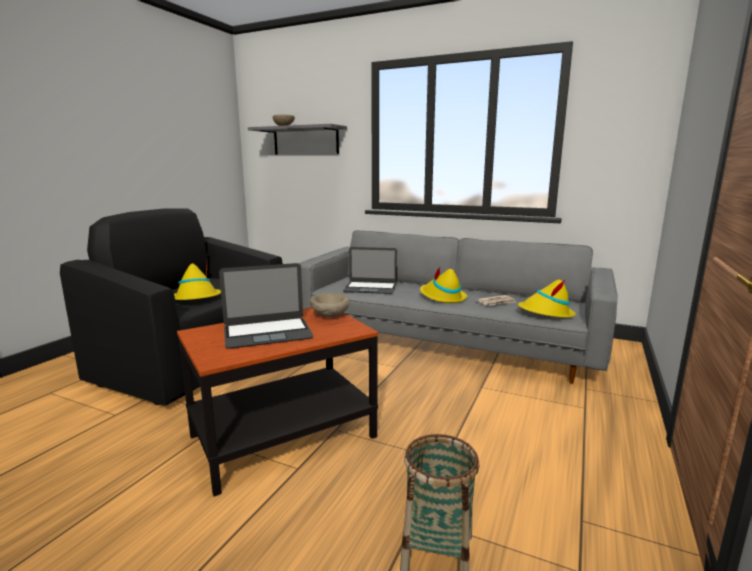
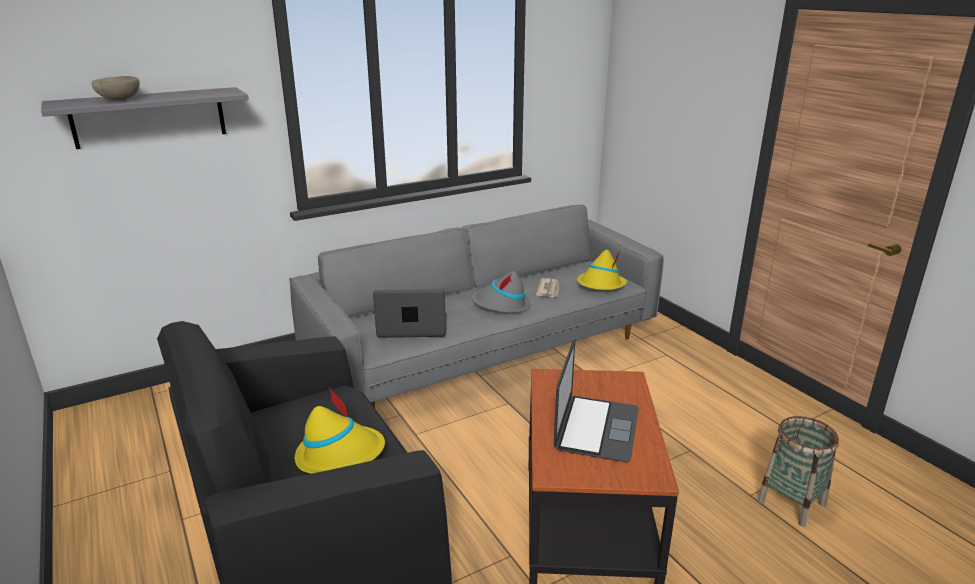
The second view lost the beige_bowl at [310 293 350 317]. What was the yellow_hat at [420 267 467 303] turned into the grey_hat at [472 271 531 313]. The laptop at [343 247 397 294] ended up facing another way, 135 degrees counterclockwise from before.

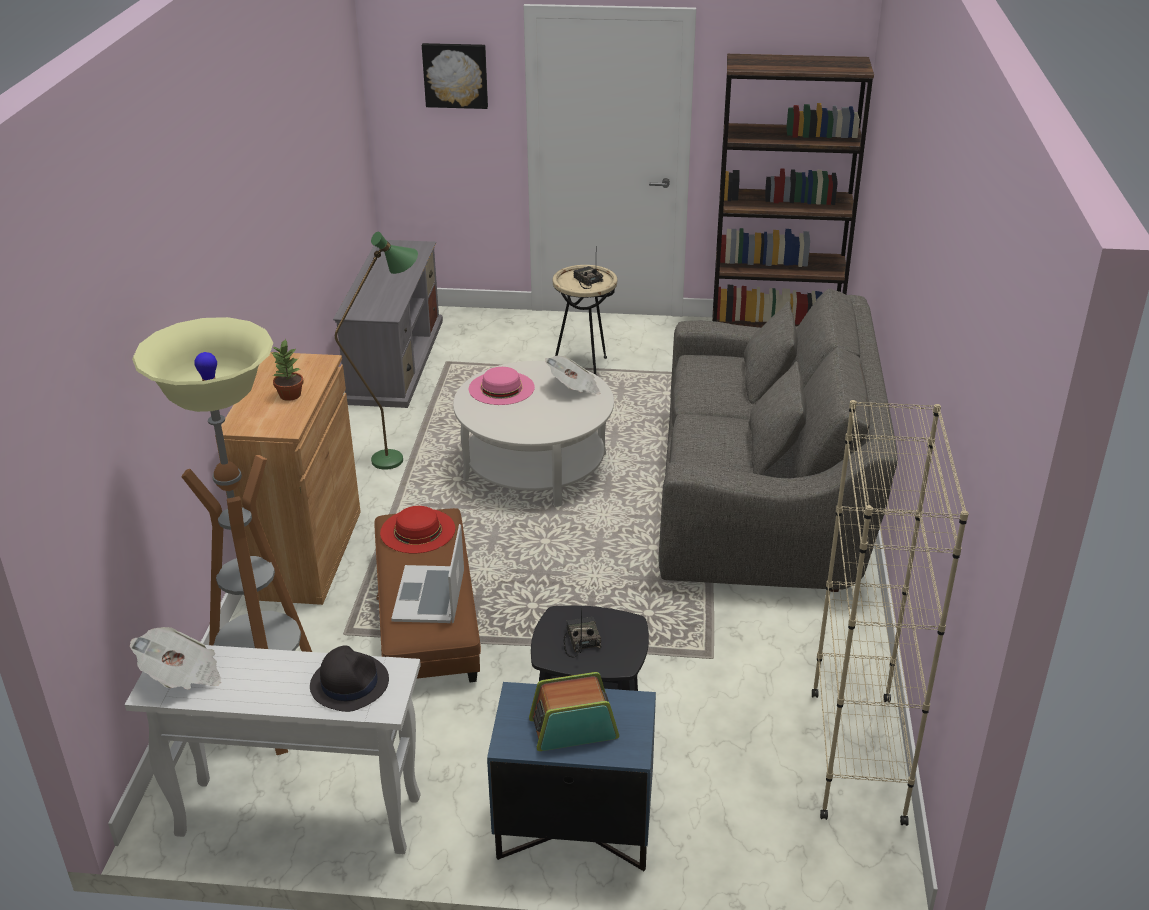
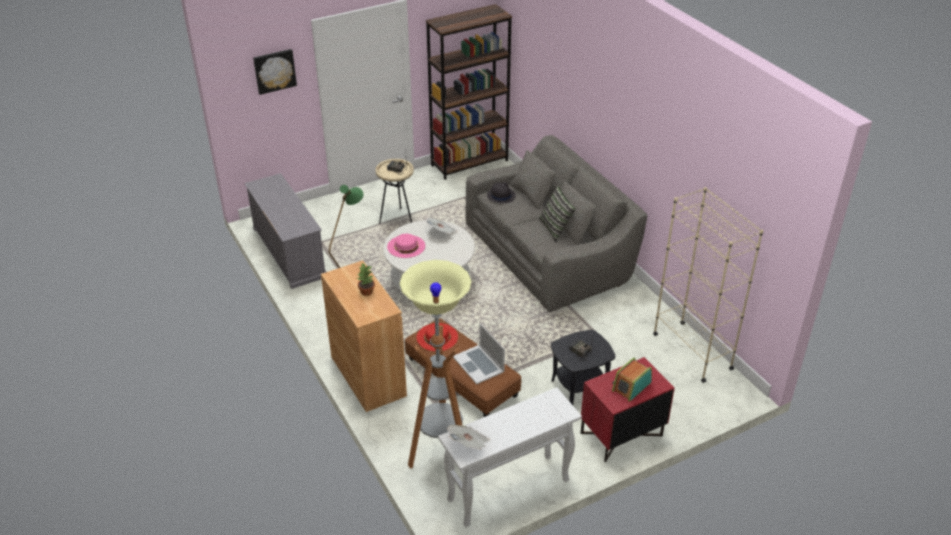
The second view gained the pillow at [539 187 576 242]. The black_hat ended up elsewhere, having gone from [310 645 389 712] to [487 182 516 203]. What was the blue_nightstand at [487 682 656 871] turned into the red_nightstand at [581 357 675 462].

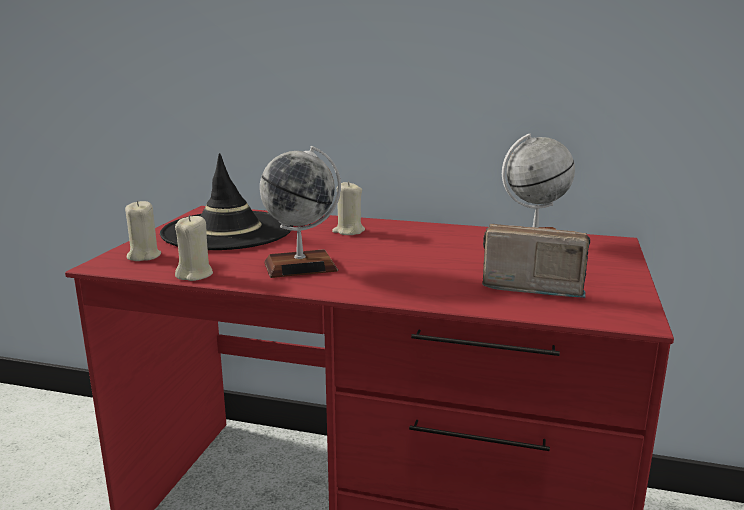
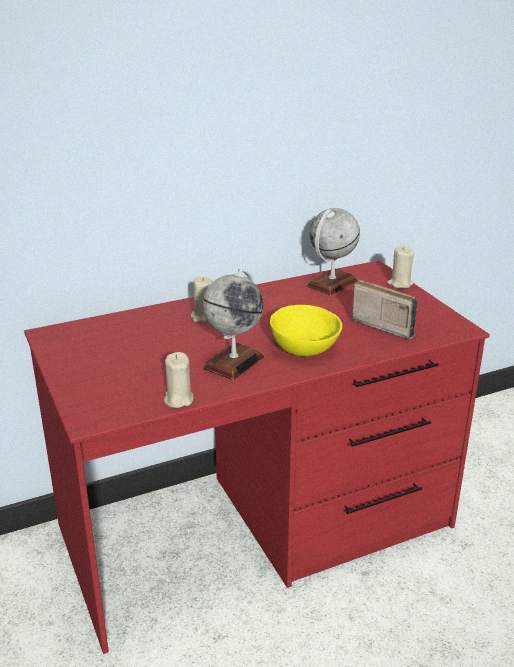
The second view lost the black_hat at [160 153 293 250]. The second view gained the yellow_bowl at [270 305 342 356]. The beige_candle ended up elsewhere, having gone from [125 201 161 261] to [387 246 414 289]. The radio at [482 224 590 298] ended up facing another way, 60 degrees clockwise from before.

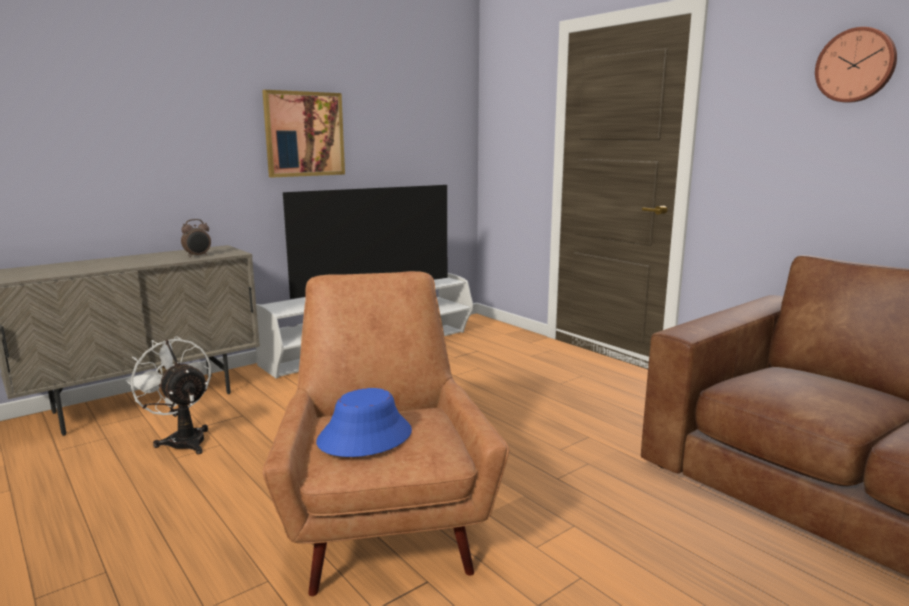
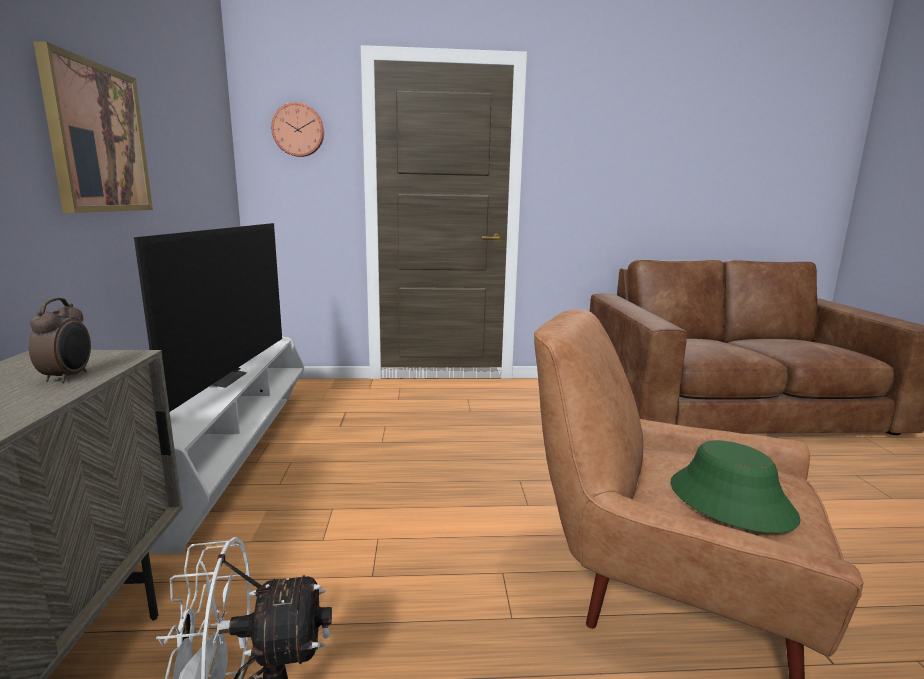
The wall_clock ended up elsewhere, having gone from [815 27 897 103] to [271 102 324 157]. What was the blue_hat at [316 388 412 457] turned into the green_hat at [670 440 801 533].

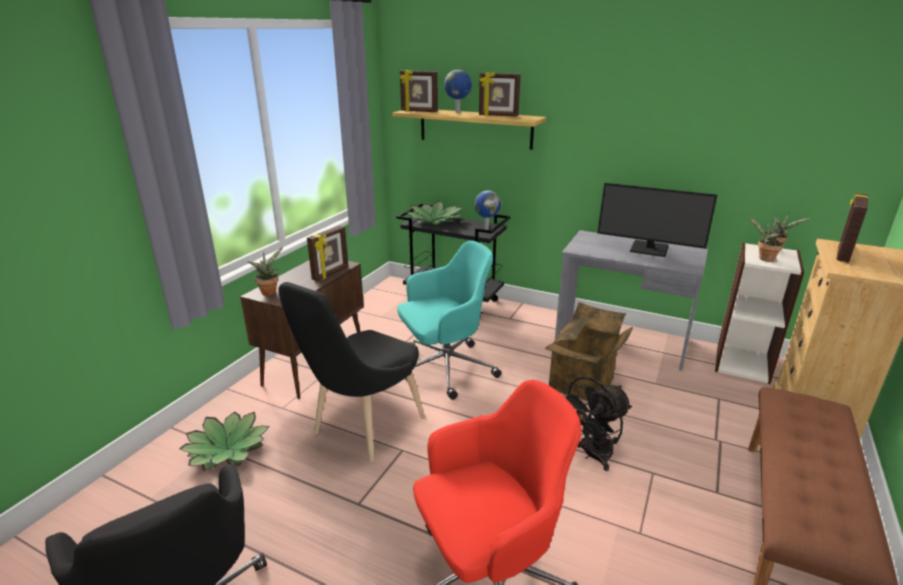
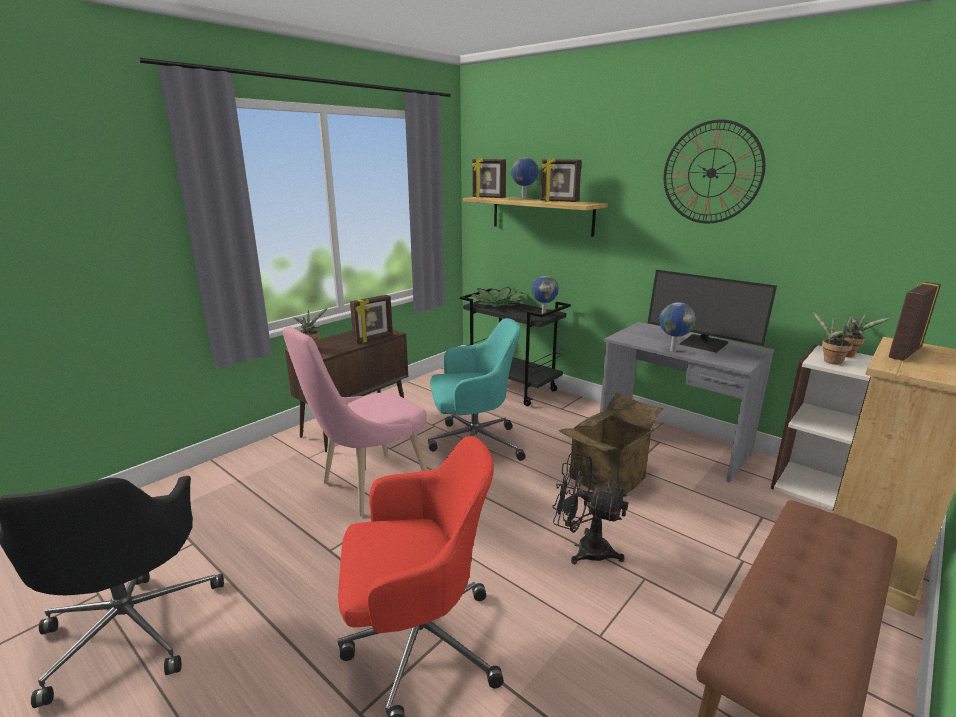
The second view lost the potted_plant at [179 412 270 471]. The second view gained the globe at [659 302 696 352]. The second view gained the wall_clock at [664 120 766 223]. What was the black_chair at [278 282 425 462] turned into the pink_chair at [283 327 427 516]. The black_fan at [563 377 632 471] ended up facing another way, 45 degrees clockwise from before.

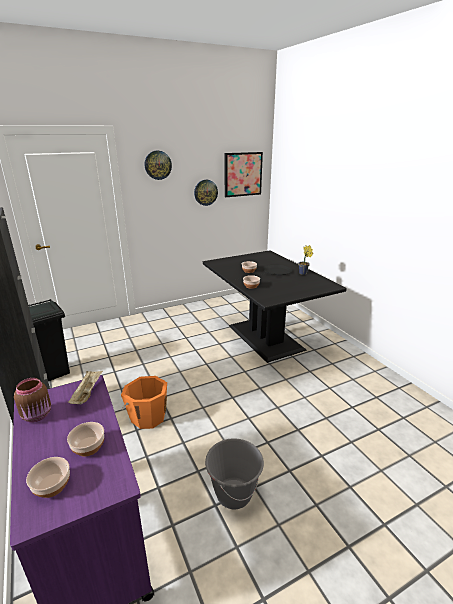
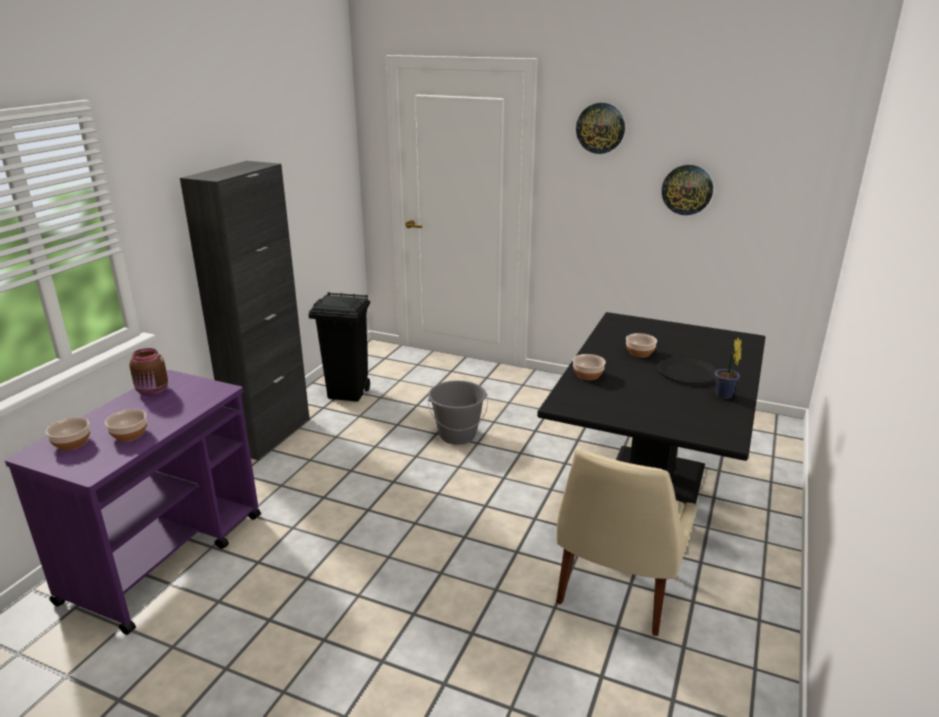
The second view lost the beige_tray at [68 371 103 404]. The second view lost the orange_bucket at [121 376 167 429]. The second view lost the picture at [225 152 263 197]. The second view gained the beige_chair at [556 449 697 636]. The grey_bucket ended up elsewhere, having gone from [205 438 264 509] to [428 381 488 445].

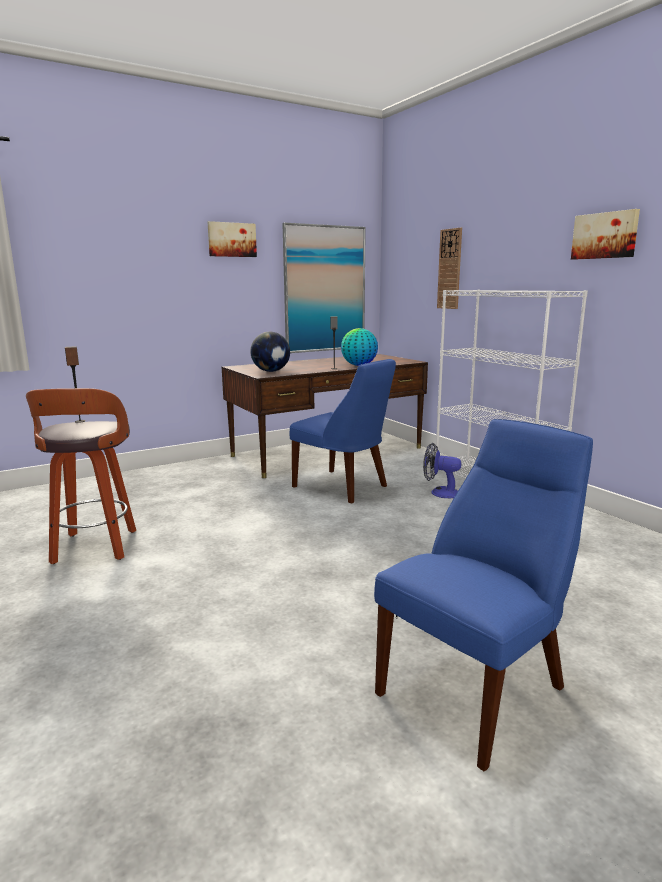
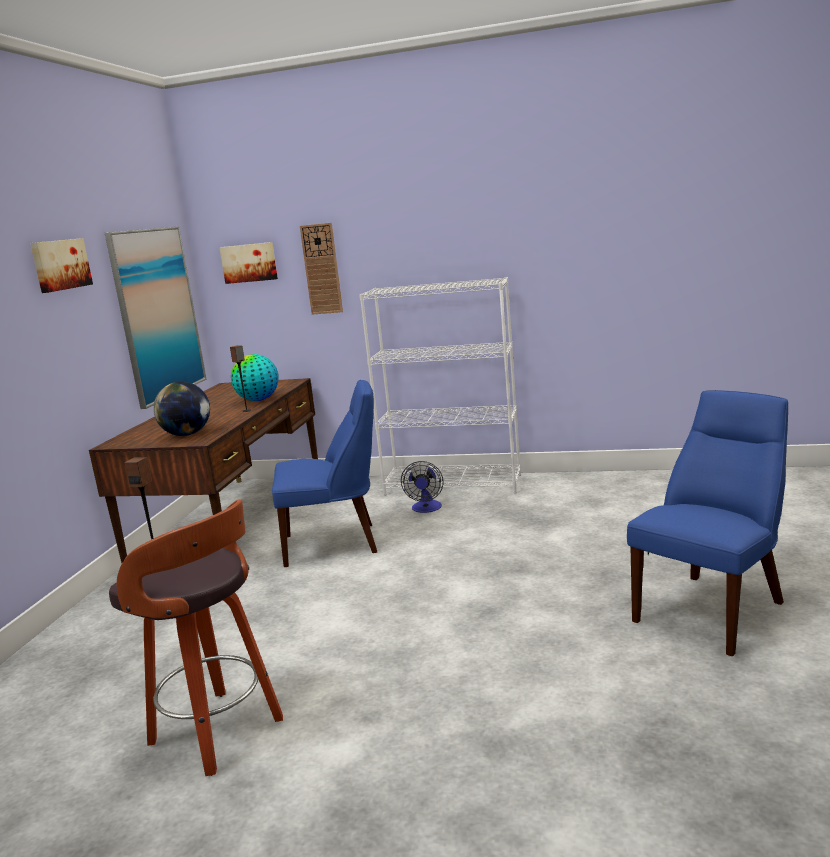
The picture ended up elsewhere, having gone from [571 209 640 260] to [219 242 278 284]. The blue_chair at [374 419 593 772] ended up facing another way, 45 degrees clockwise from before. The fan at [423 443 462 498] ended up facing another way, 60 degrees counterclockwise from before.

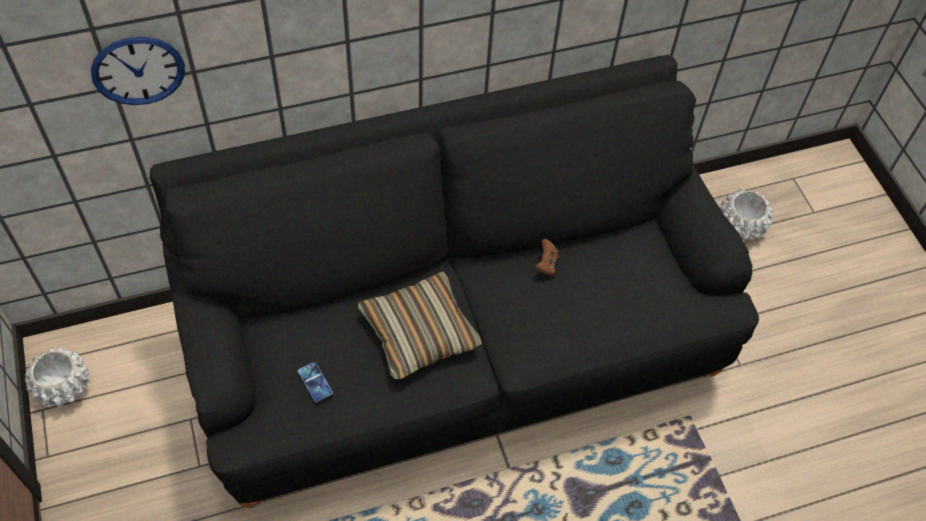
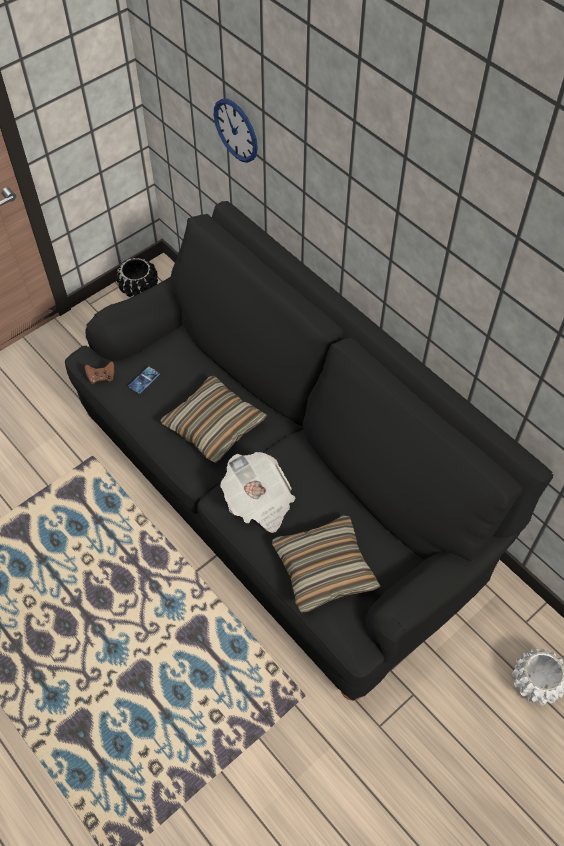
The second view gained the newspaper at [221 452 295 533]. The second view gained the pillow at [272 516 380 613]. The brown_game_controller ended up elsewhere, having gone from [535 239 560 276] to [85 361 114 384]. What was the white_planter at [25 348 89 407] turned into the black_planter at [116 258 158 297].

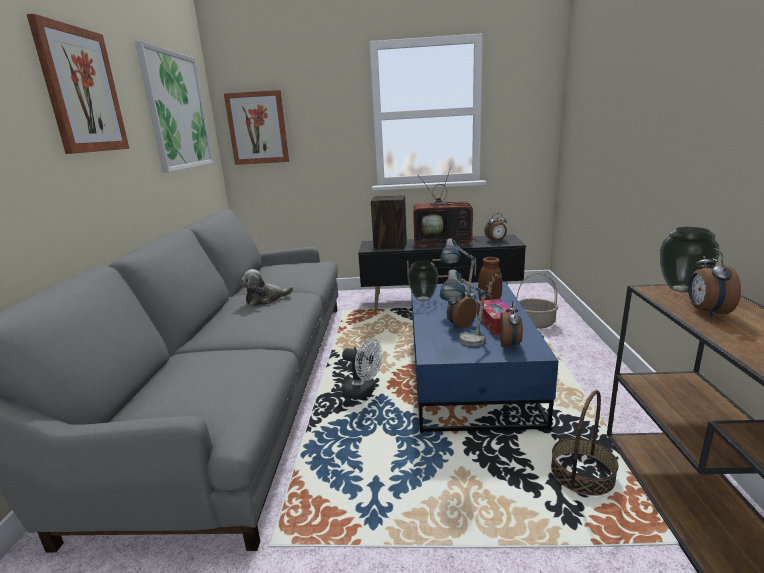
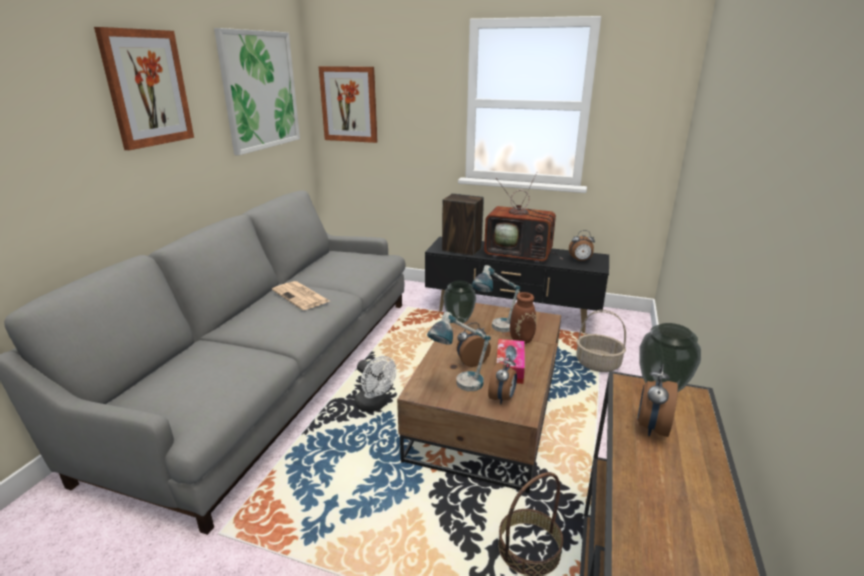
Where the plush_toy stood at [240 269 293 306], the newspaper came to stand at [272 281 329 310]. What was the blue_coffee_table at [411 282 558 433] turned into the brown_coffee_table at [397 303 561 493].

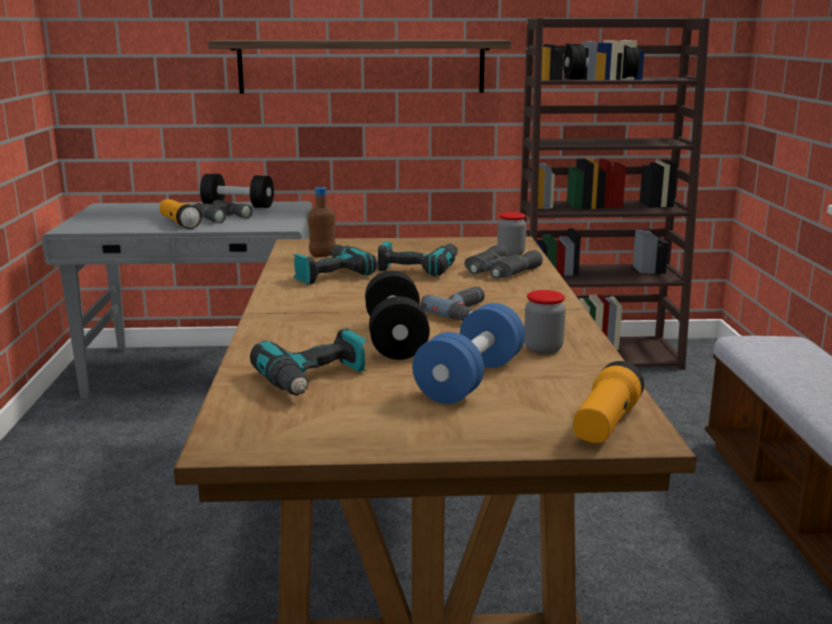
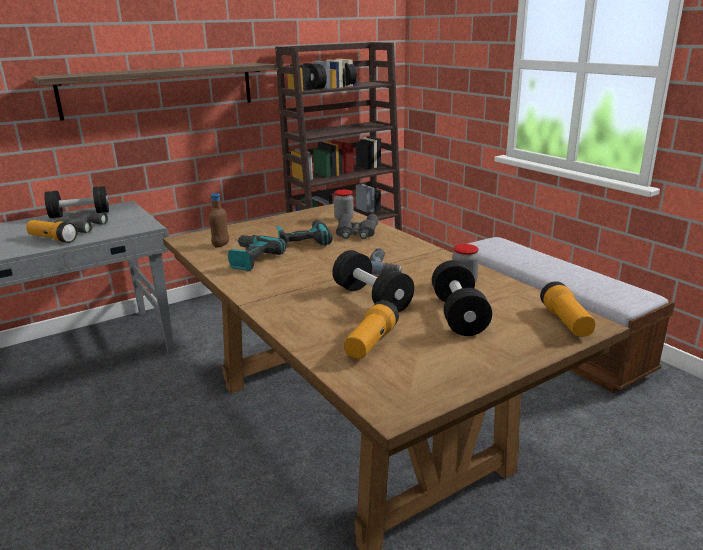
Where the power_drill stood at [250 328 366 396], the flashlight came to stand at [344 300 399 359]. What was the blue_dumbbell at [412 303 525 404] turned into the black_dumbbell at [432 260 492 336].

